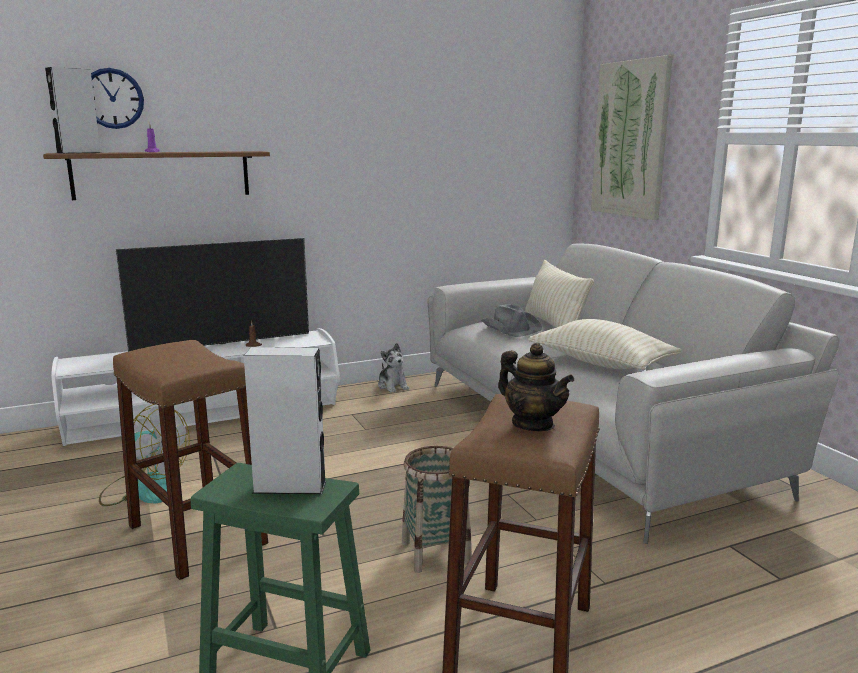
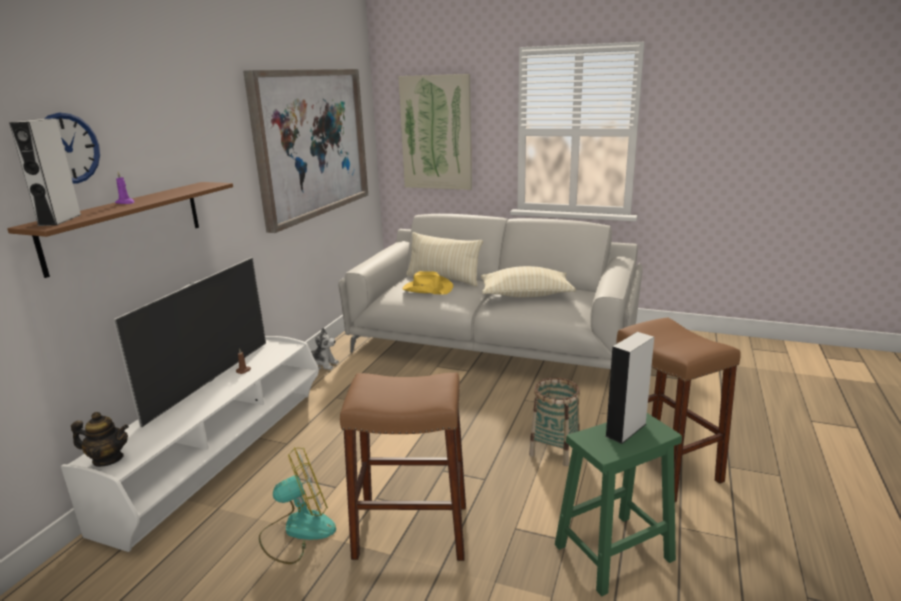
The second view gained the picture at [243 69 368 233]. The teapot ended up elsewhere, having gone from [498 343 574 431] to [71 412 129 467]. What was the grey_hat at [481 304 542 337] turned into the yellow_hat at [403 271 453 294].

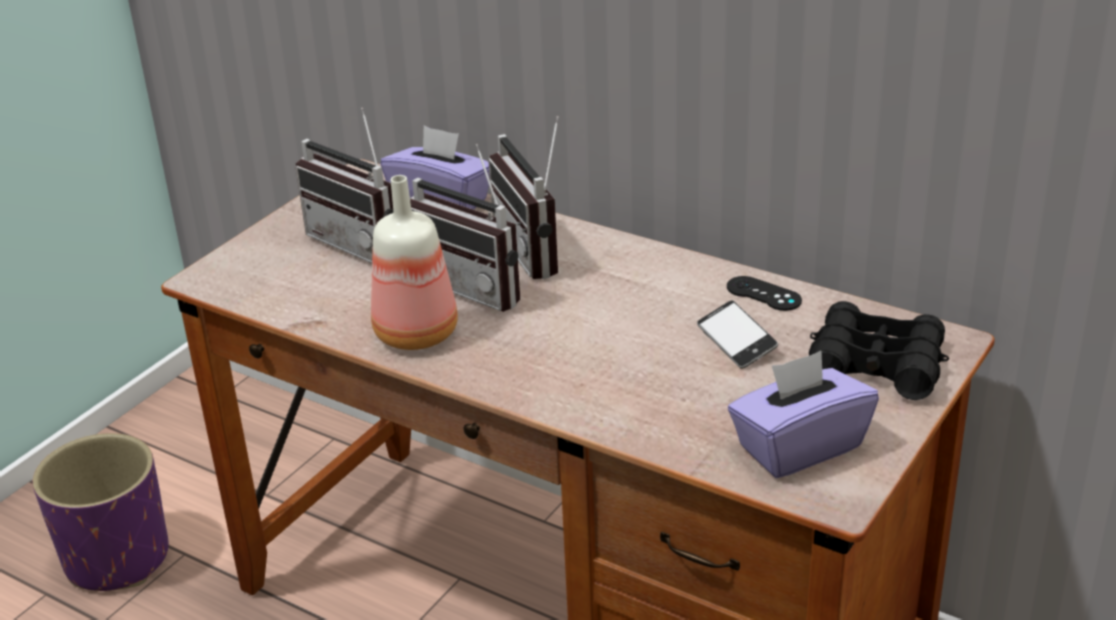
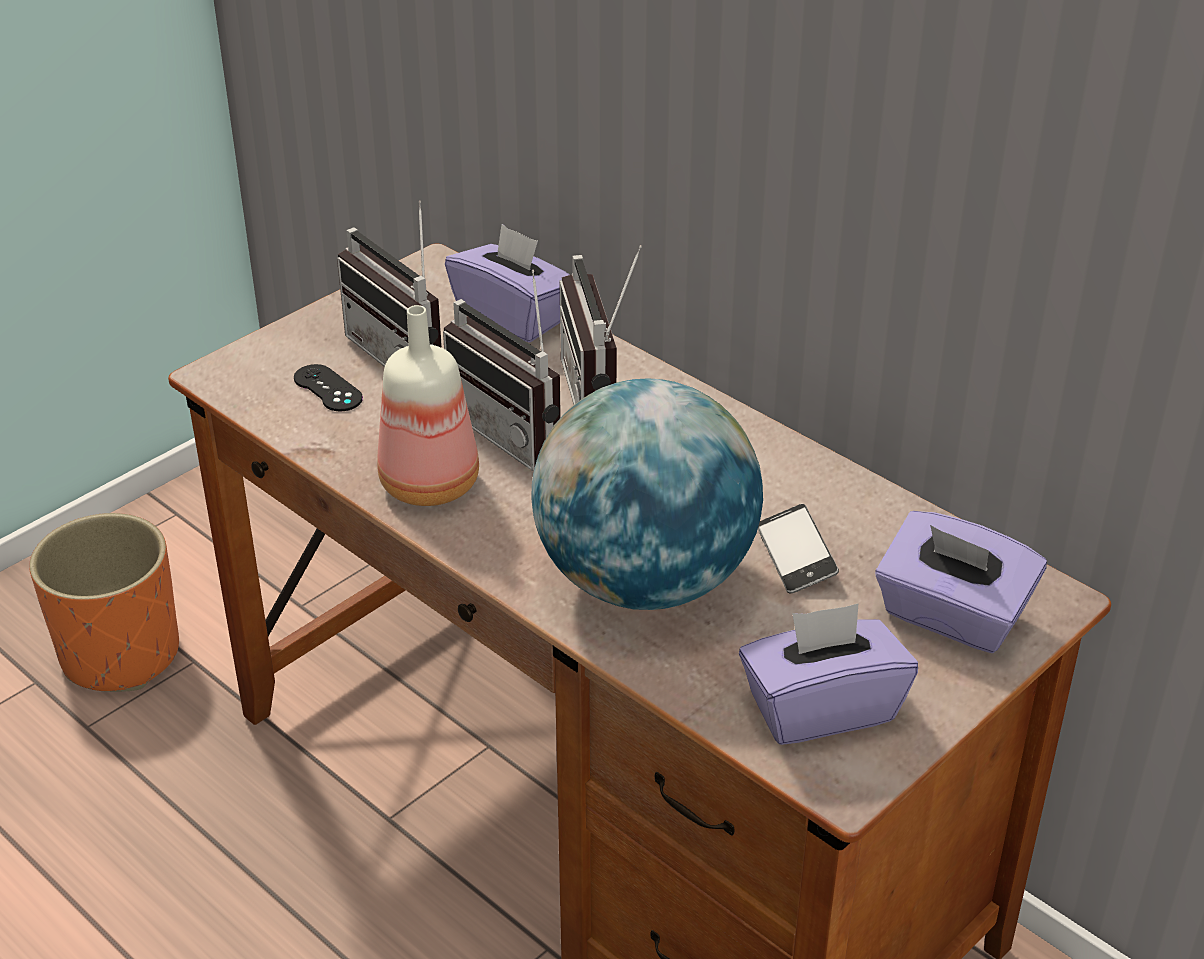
The second view gained the globe at [532 379 763 610]. The black_game_controller ended up elsewhere, having gone from [727 276 802 311] to [294 364 363 412]. Where the black_binoculars stood at [809 301 949 400], the purple_tissue_box came to stand at [875 511 1047 653]. What was the purple_planter at [33 433 169 591] turned into the orange_planter at [29 513 179 692].

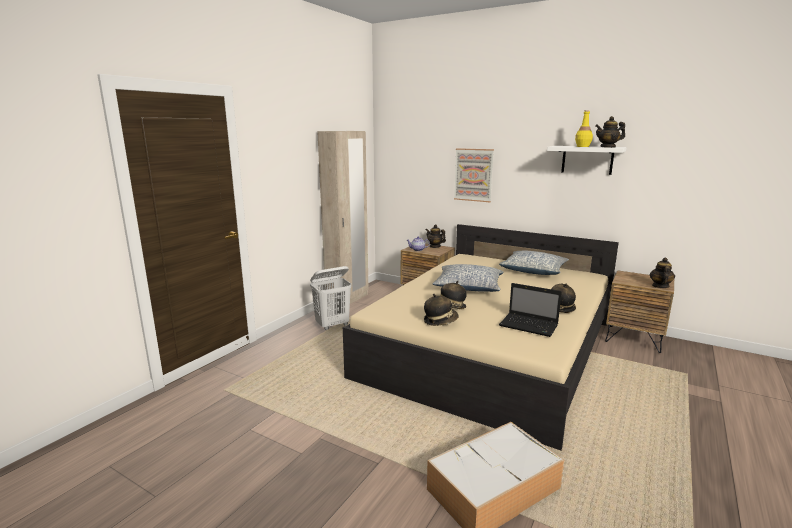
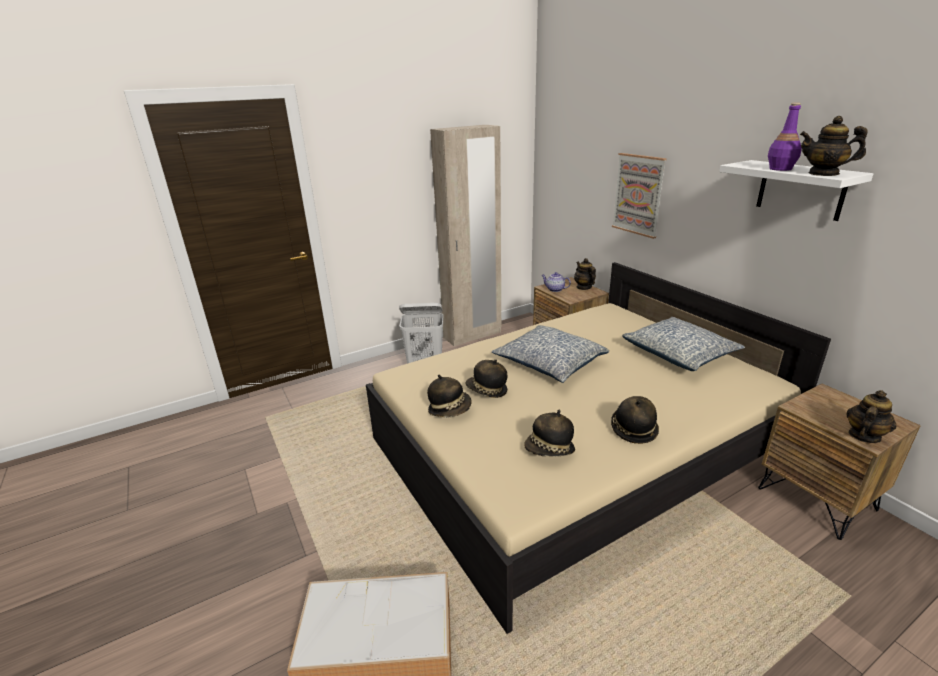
Where the laptop stood at [499 283 562 337], the hat came to stand at [524 410 575 456]. What was the yellow_bottle at [575 110 593 147] turned into the purple_bottle at [768 103 802 171].

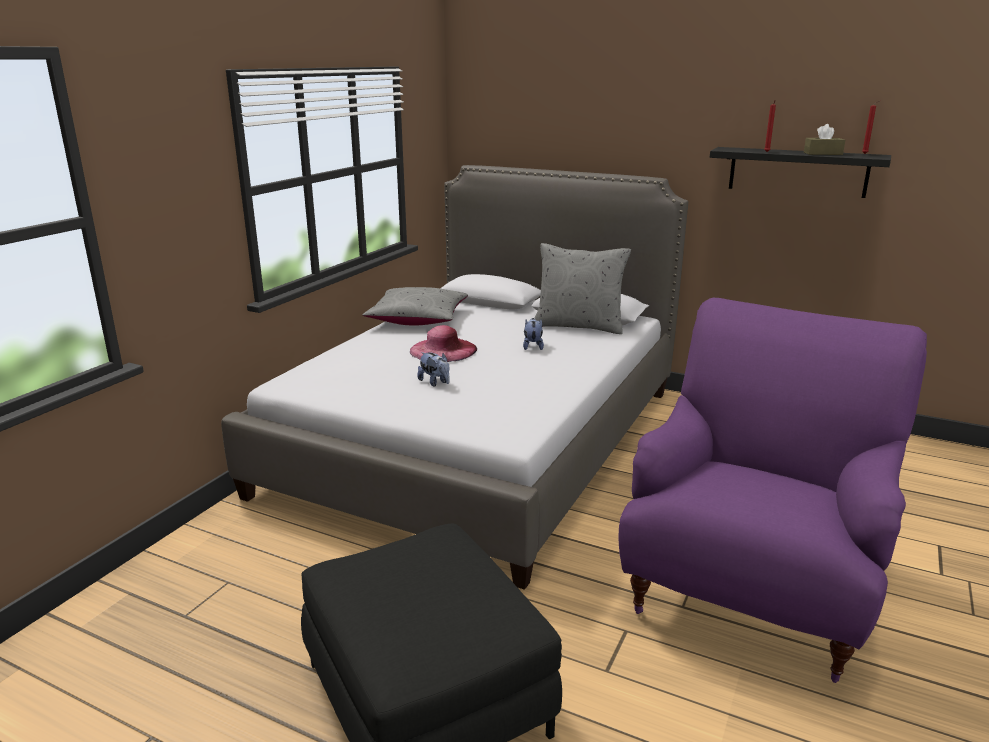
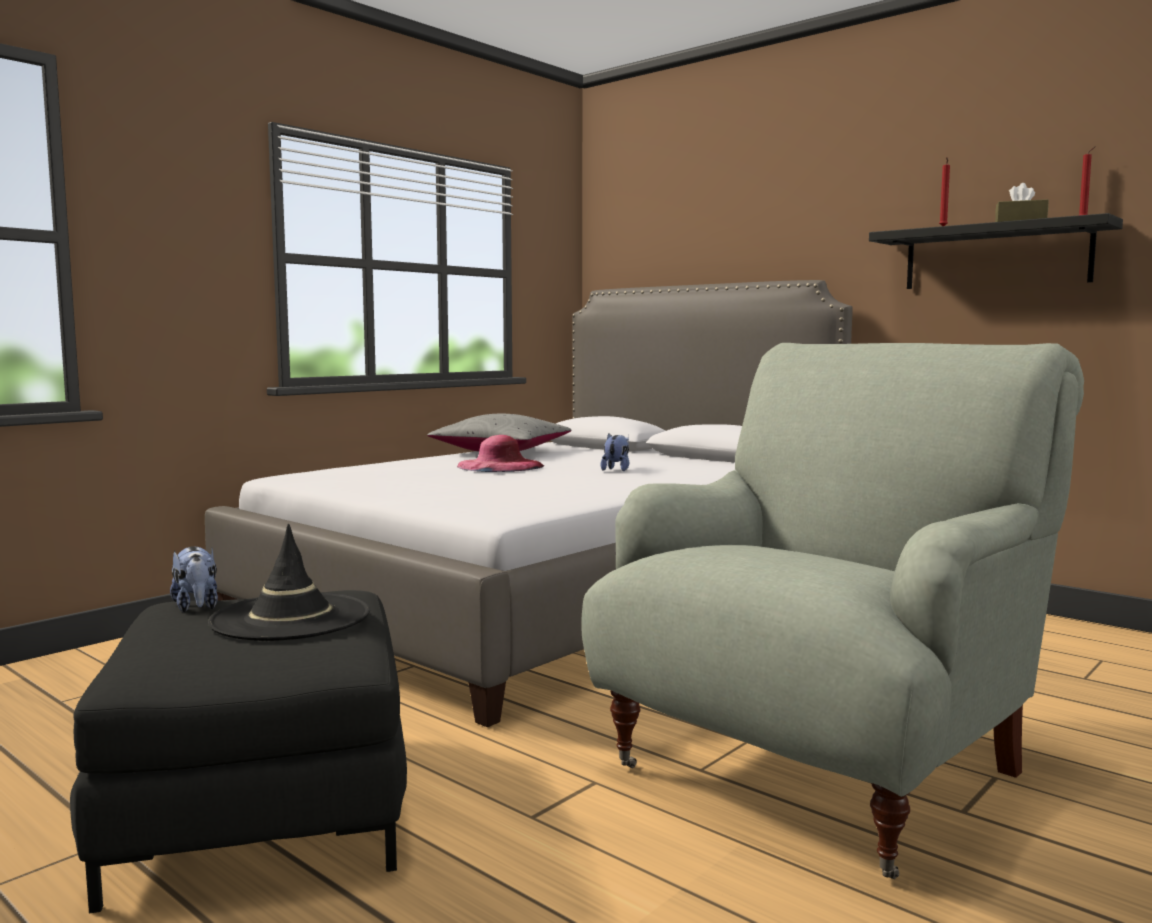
The second view lost the grey_pillow at [535 243 631 334]. The second view gained the black_hat at [208 524 370 641]. The plush_toy ended up elsewhere, having gone from [417 352 450 387] to [170 546 218 612]. What was the purple_armchair at [619 298 927 683] turned into the grey_armchair at [581 343 1084 879].

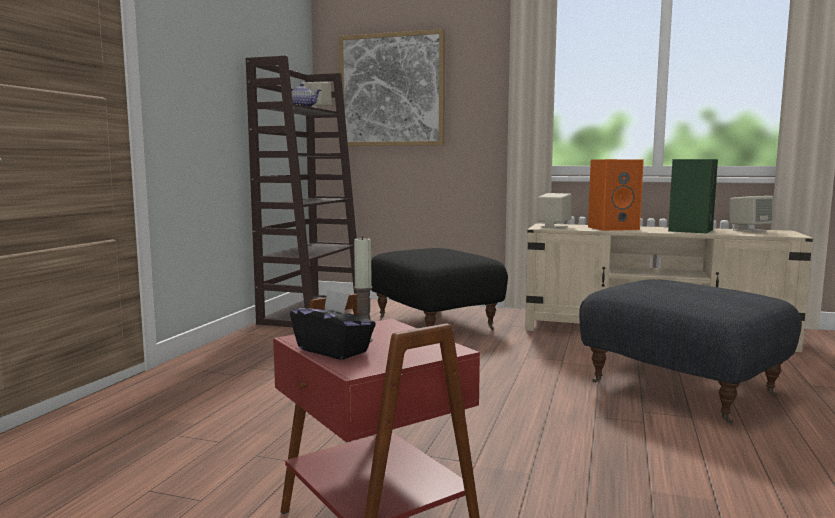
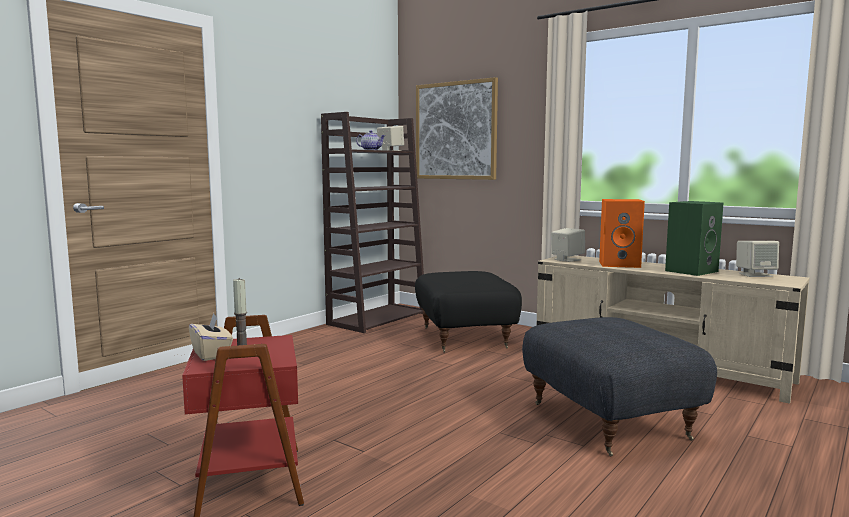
What was the black_tissue_box at [290 289 376 360] turned into the beige_tissue_box at [189 313 233 361].

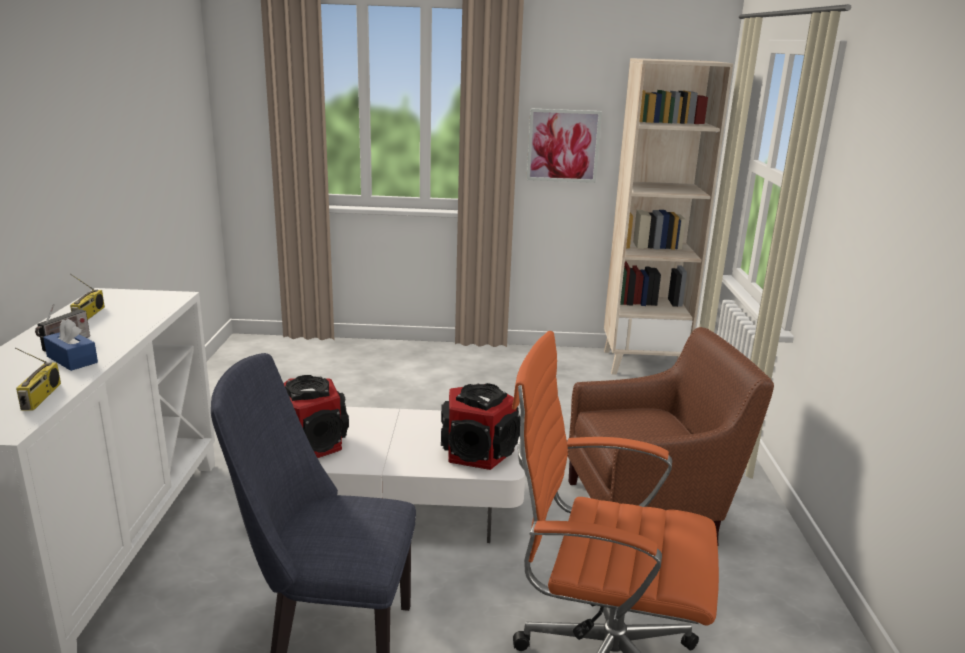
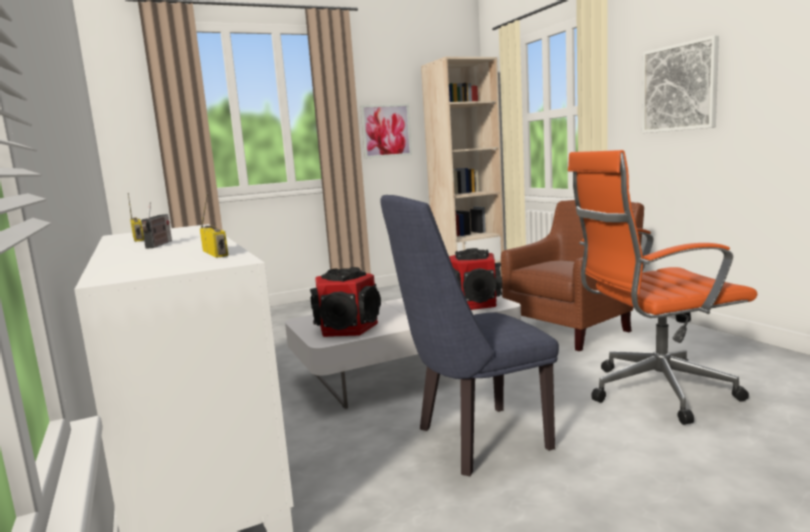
The second view lost the blue_tissue_box at [43 319 98 371]. The second view gained the picture at [642 35 719 133].

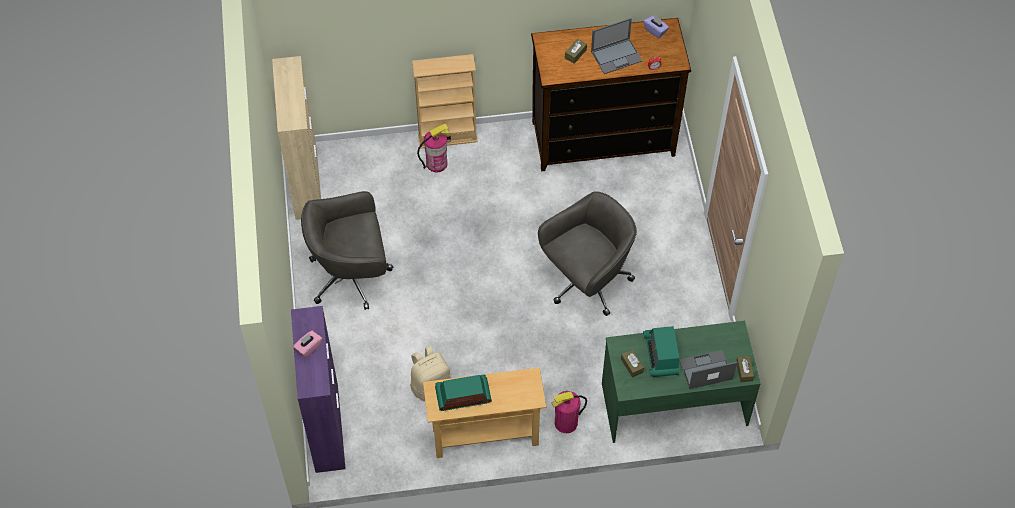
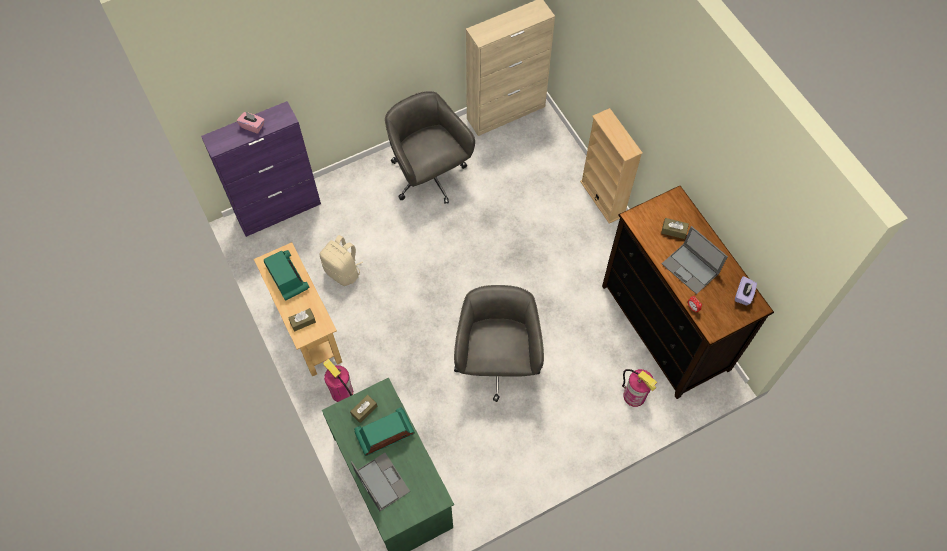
The fire_extinguisher ended up elsewhere, having gone from [417 124 450 173] to [622 369 657 407]. The brown_tissue_box ended up elsewhere, having gone from [736 355 754 382] to [288 308 316 332]. The grey_office_chair at [538 191 637 316] ended up facing another way, 120 degrees counterclockwise from before.

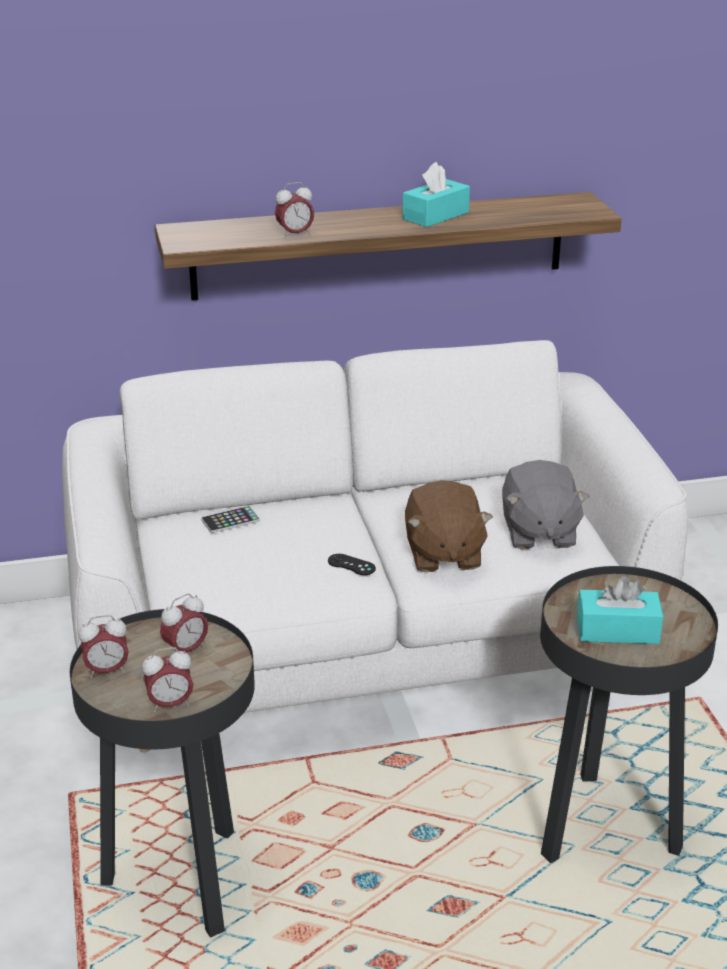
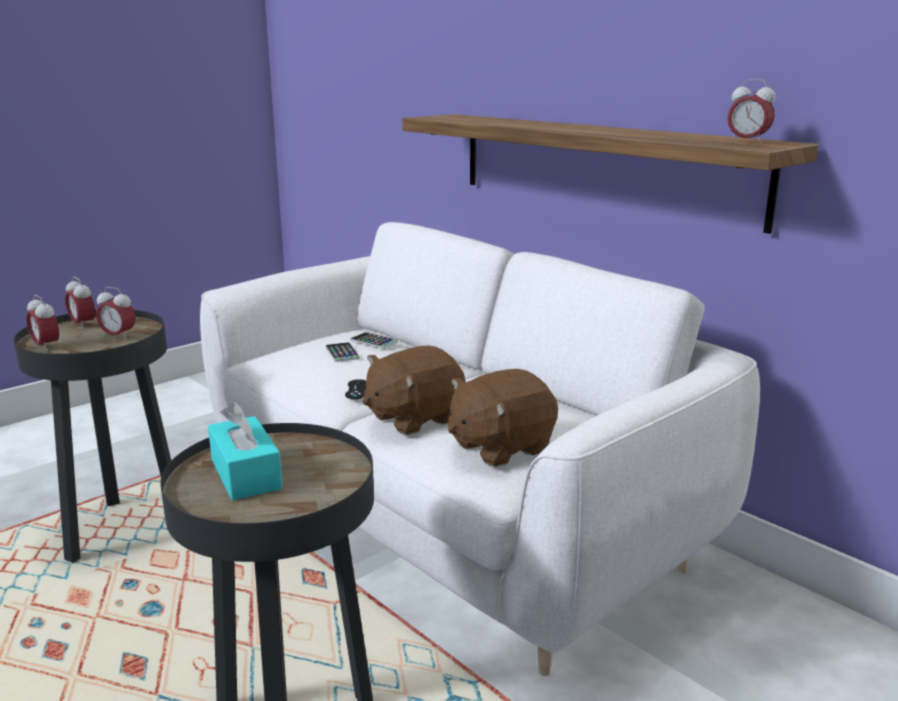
The second view lost the turquoise_tissue_box at [402 162 470 227]. The second view gained the phone at [325 342 360 362]. The alarm_clock ended up elsewhere, having gone from [275 182 314 239] to [728 79 776 144]. What was the grey_plush_toy at [502 460 590 549] turned into the brown_plush_toy at [448 369 558 467].

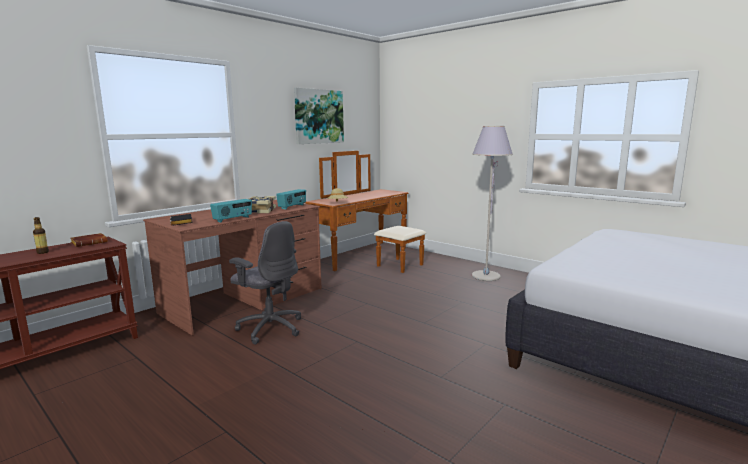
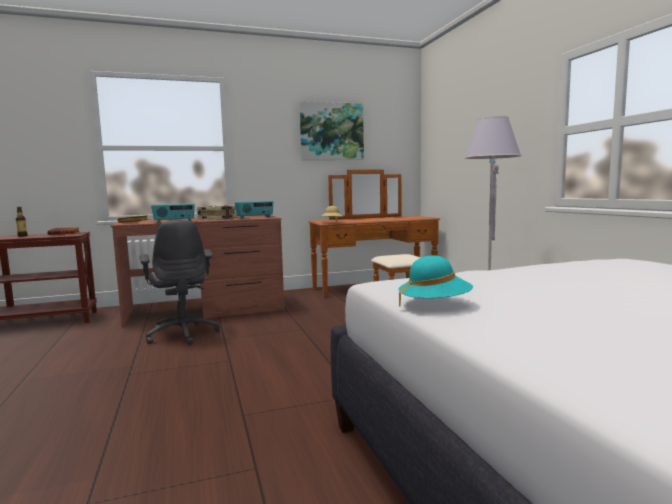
The second view gained the turquoise_hat at [398 255 473 307].

